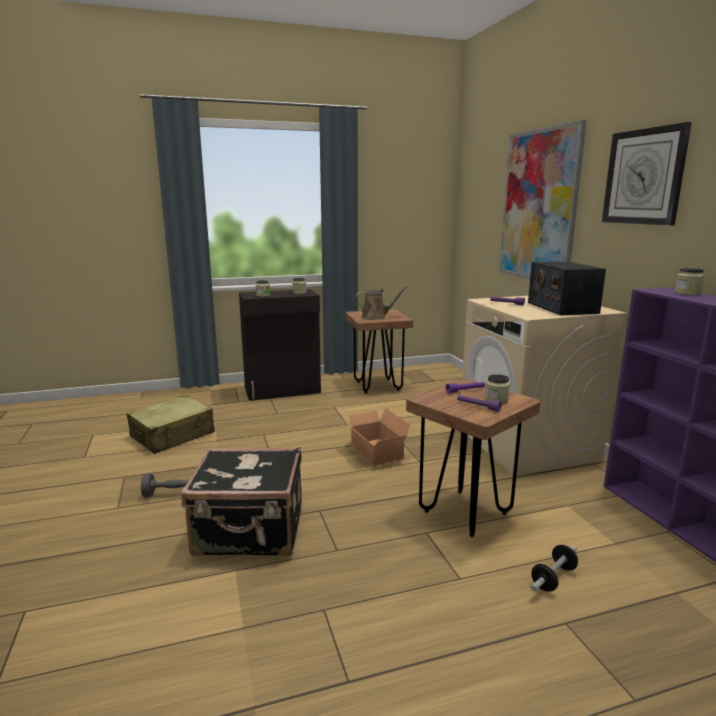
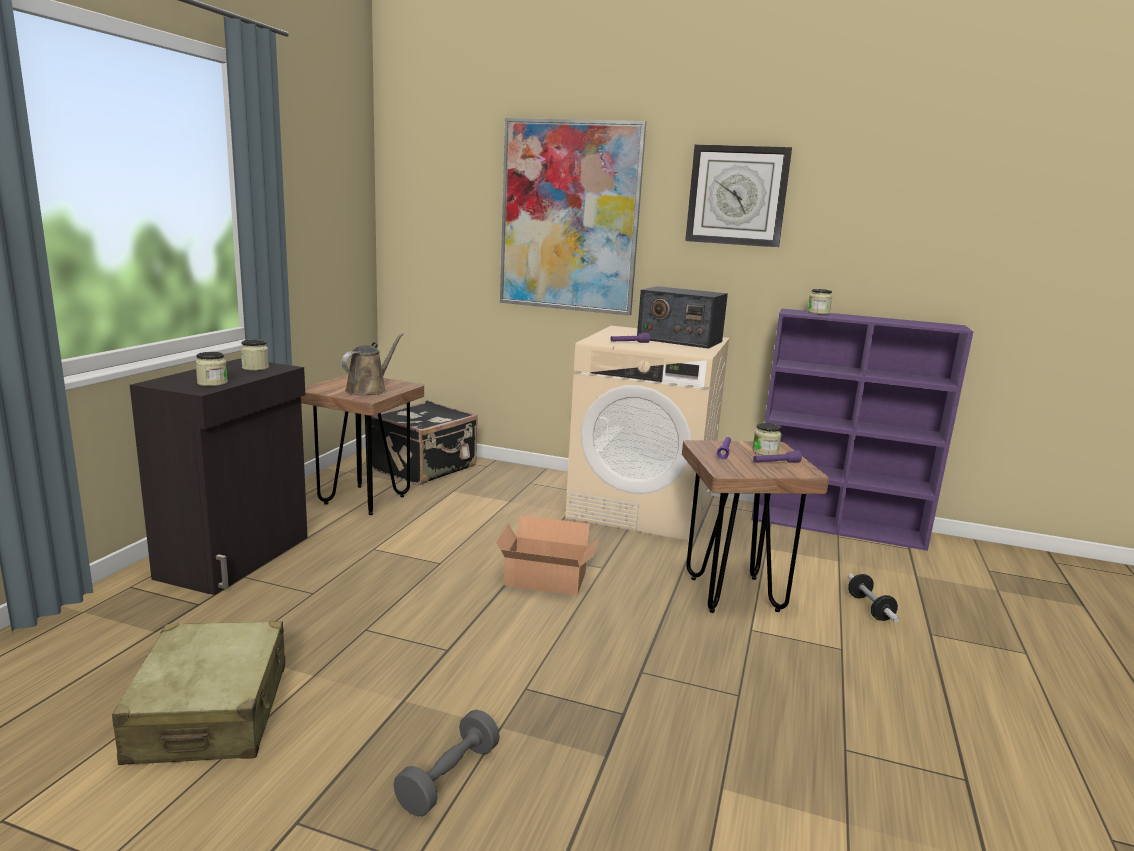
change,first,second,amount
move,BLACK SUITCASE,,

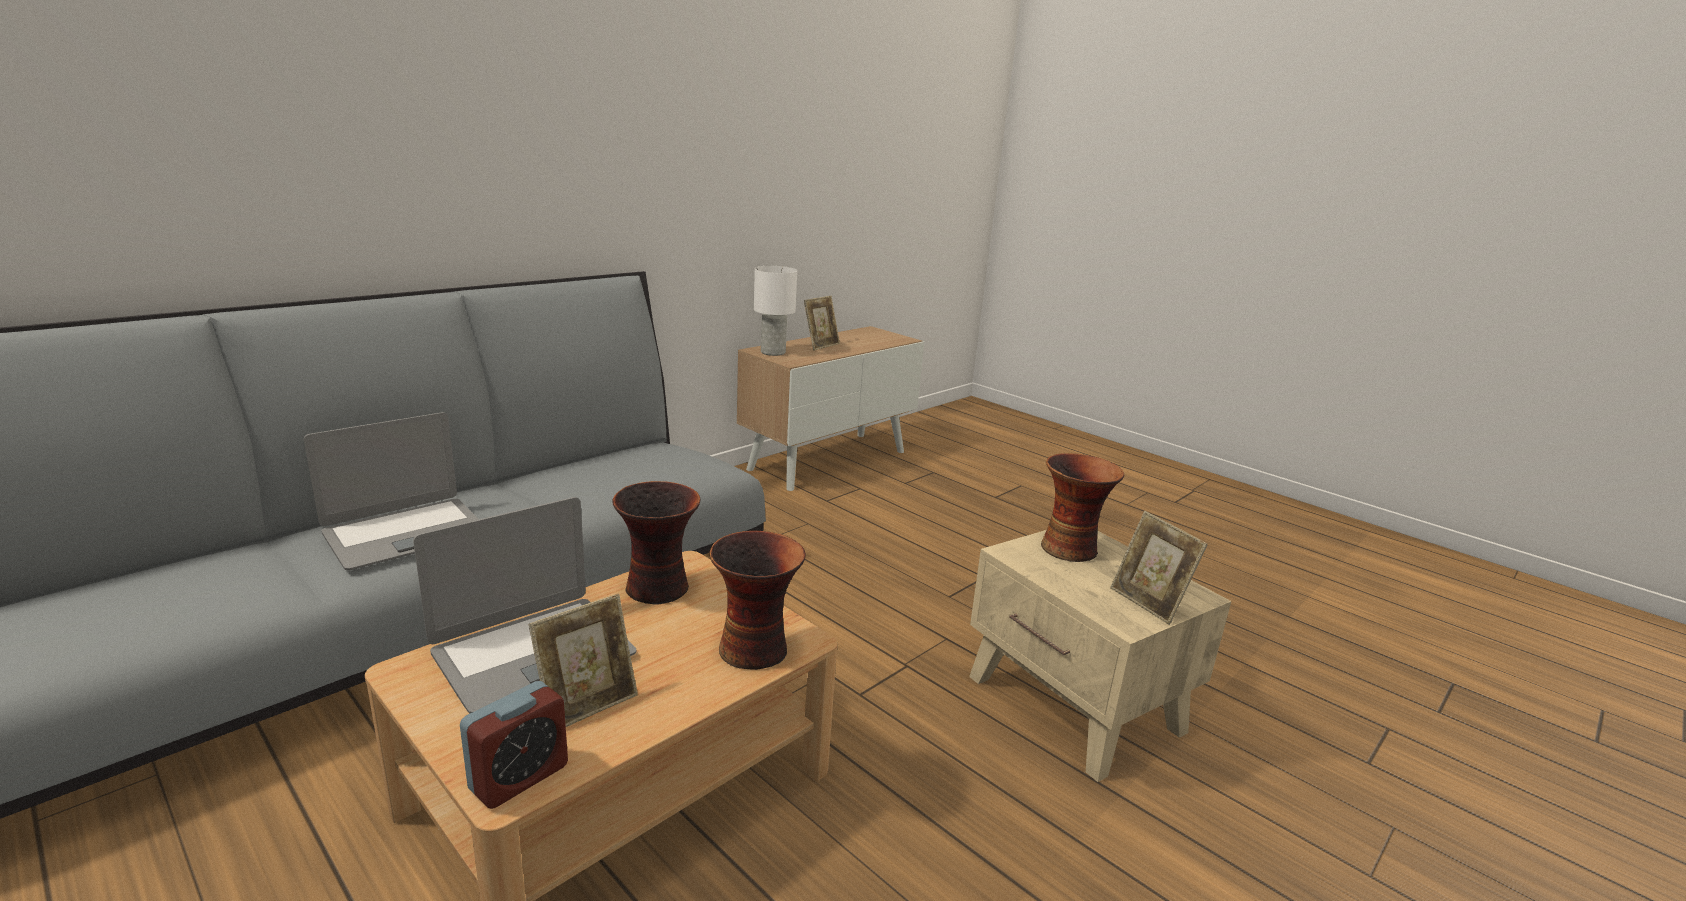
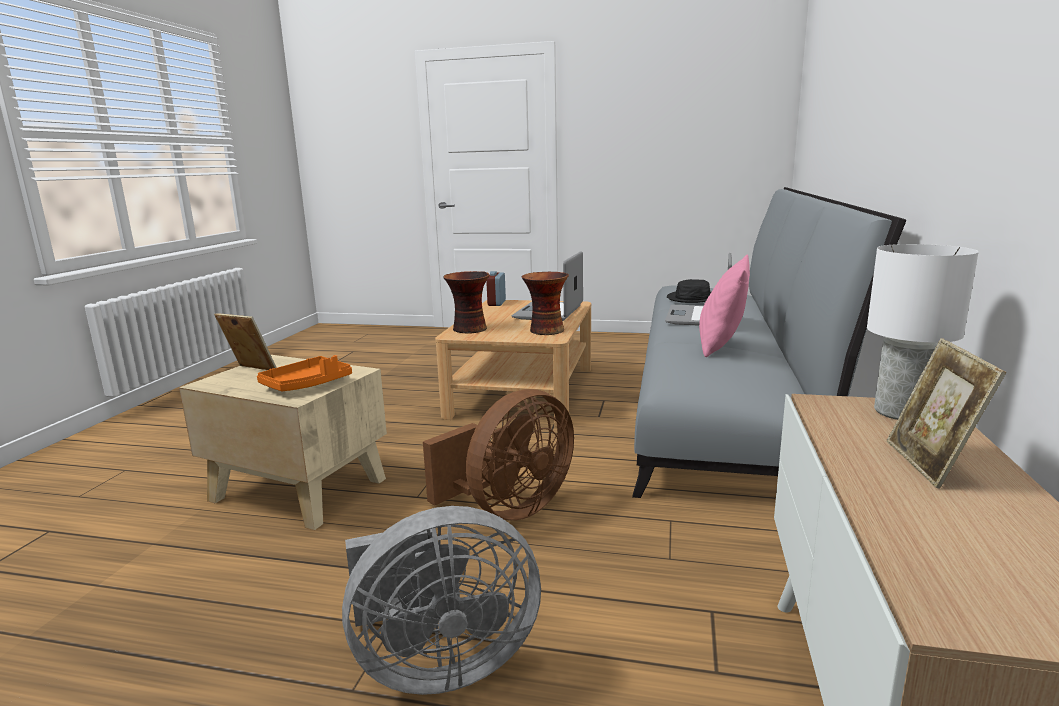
change,first,second,amount
delete,PICTURE FRAME (1st from left),,
insert,,GREY FAN,
insert,,BROWN FAN,
insert,,BLACK HAT,
insert,,PINK PILLOW,
replace,VASE (3rd from left),ORANGE TRAY,

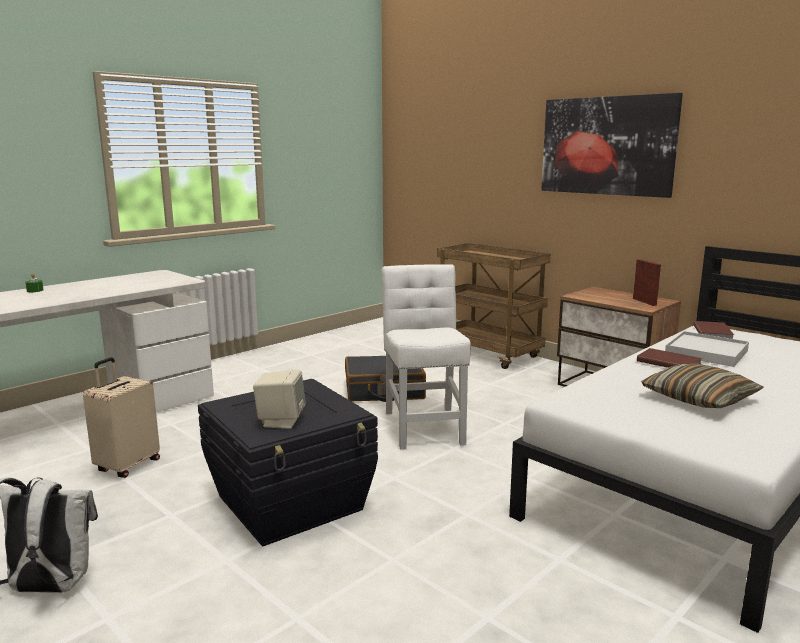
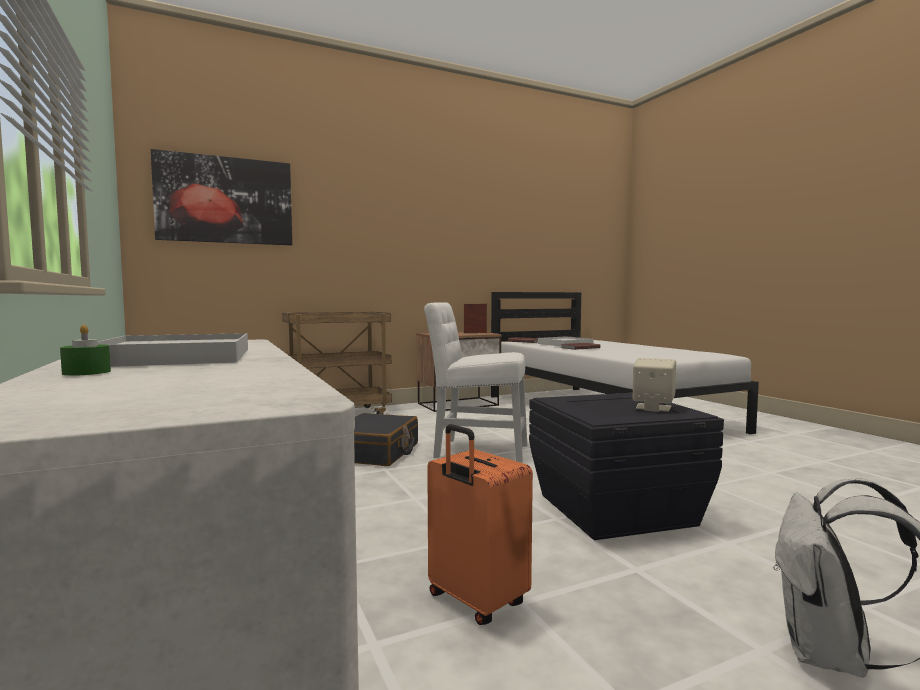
change,first,second,amount
delete,PILLOW,,
insert,,WHITE TRAY (1st from left),
move,PICTURE,,
recolor,BEIGE SUITCASE,ORANGE SUITCASE,

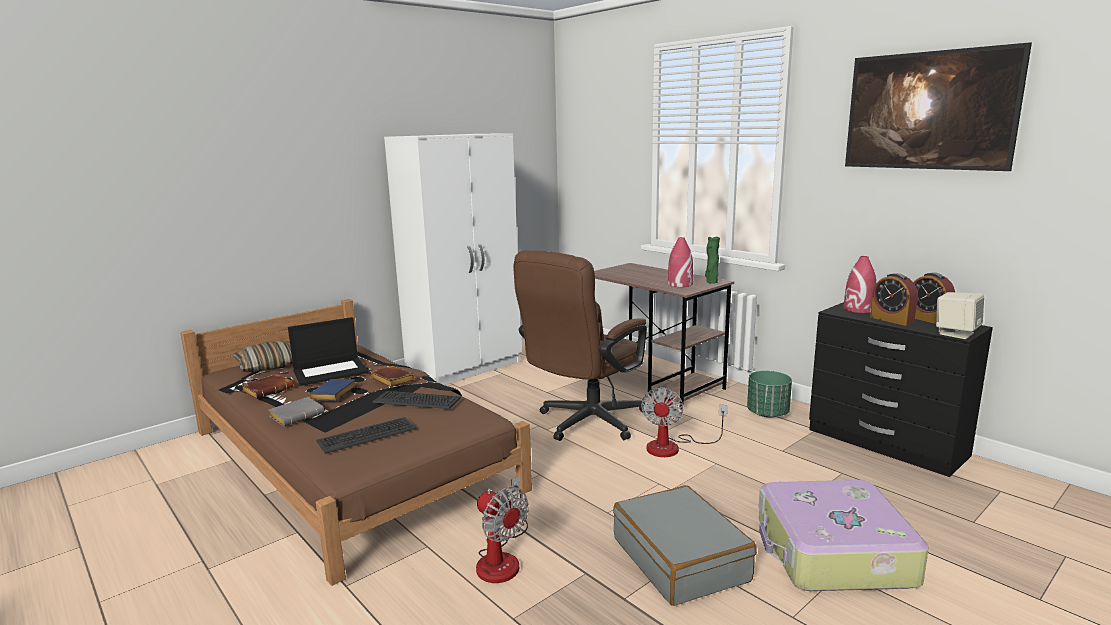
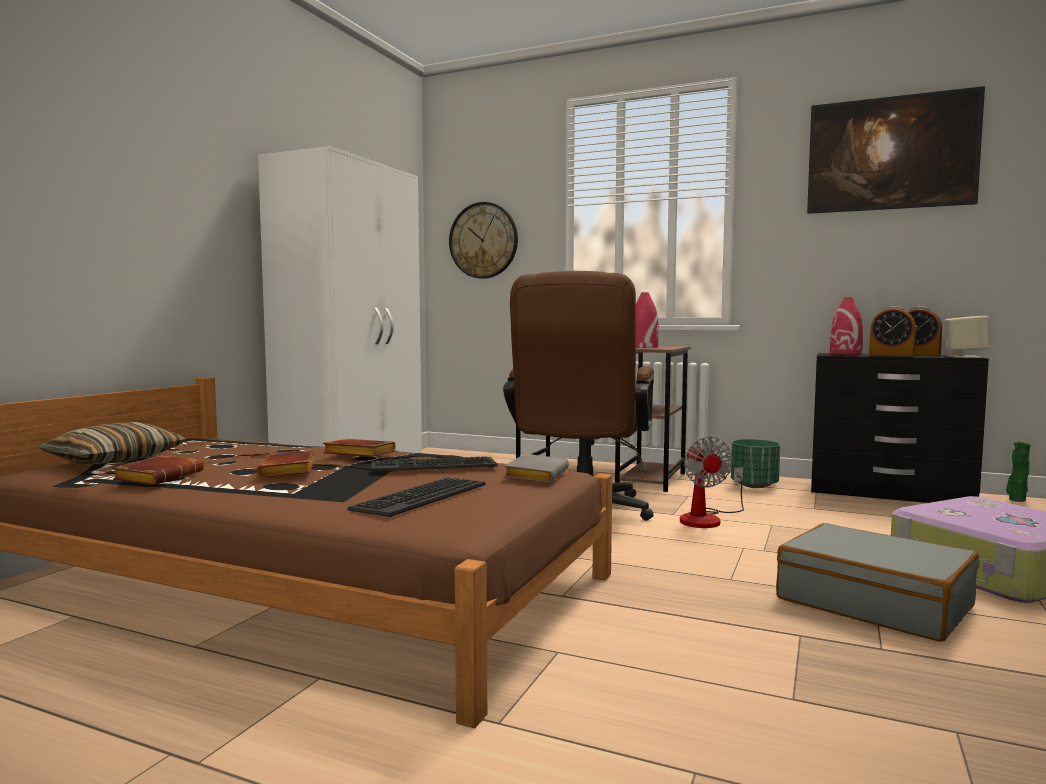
change,first,second,amount
delete,LAPTOP,,
delete,FAN (1st from left),,
insert,,WALL CLOCK,
move,GREY BOOK,,
move,GREEN VASE,,
recolor,BLUE BOOK,BROWN BOOK (2nd from left),

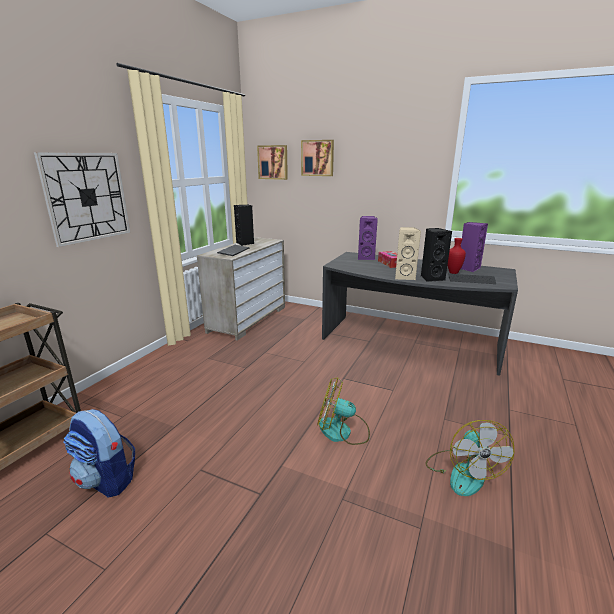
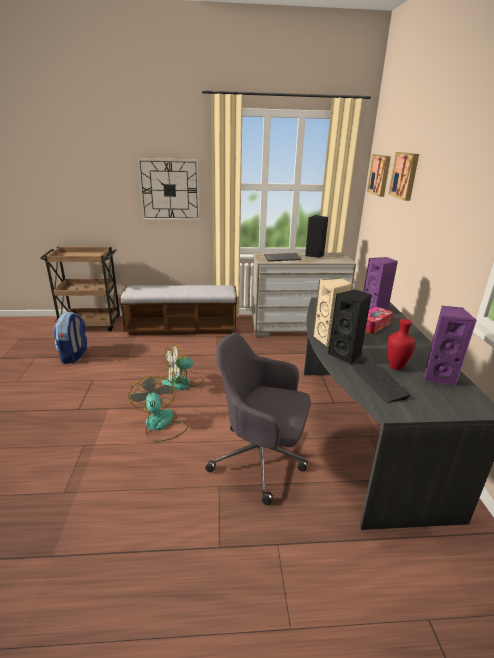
change,first,second,amount
insert,,BENCH,
insert,,GREY OFFICE CHAIR,
move,FAN (2nd from left),,

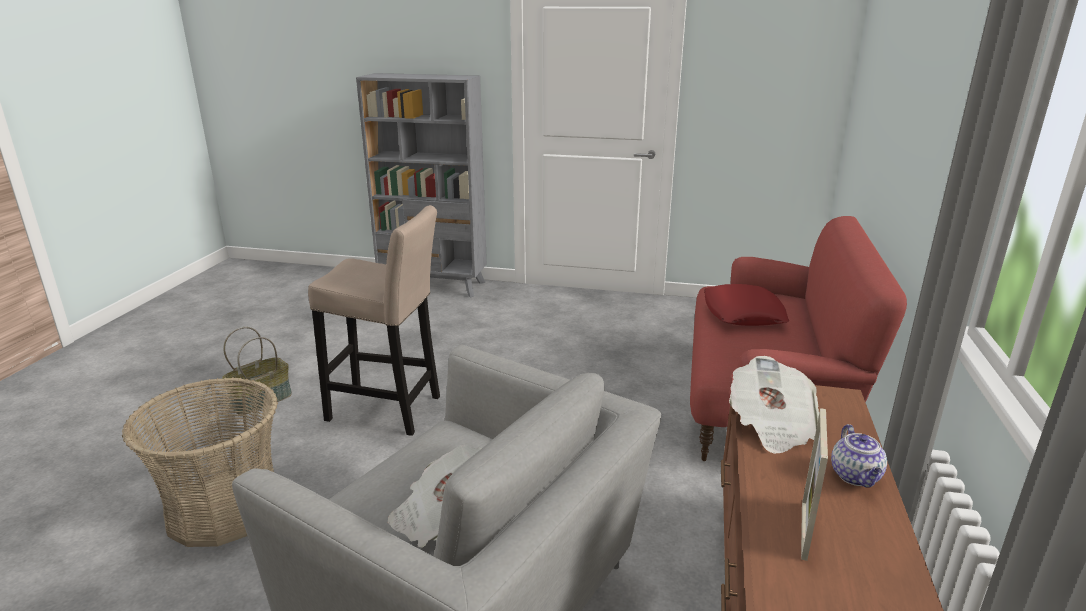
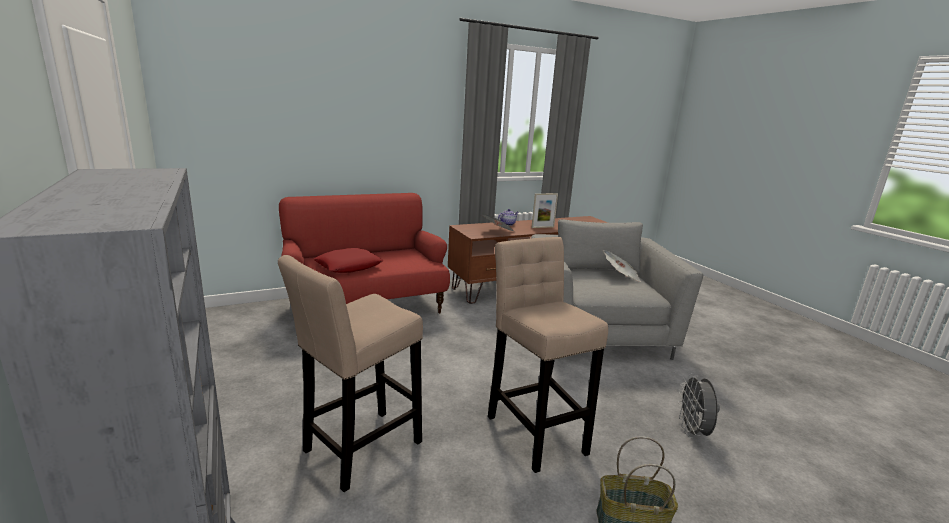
change,first,second,amount
insert,,BEIGE STOOL (1st from left),
replace,BASKET (1st from left),GREY FAN,

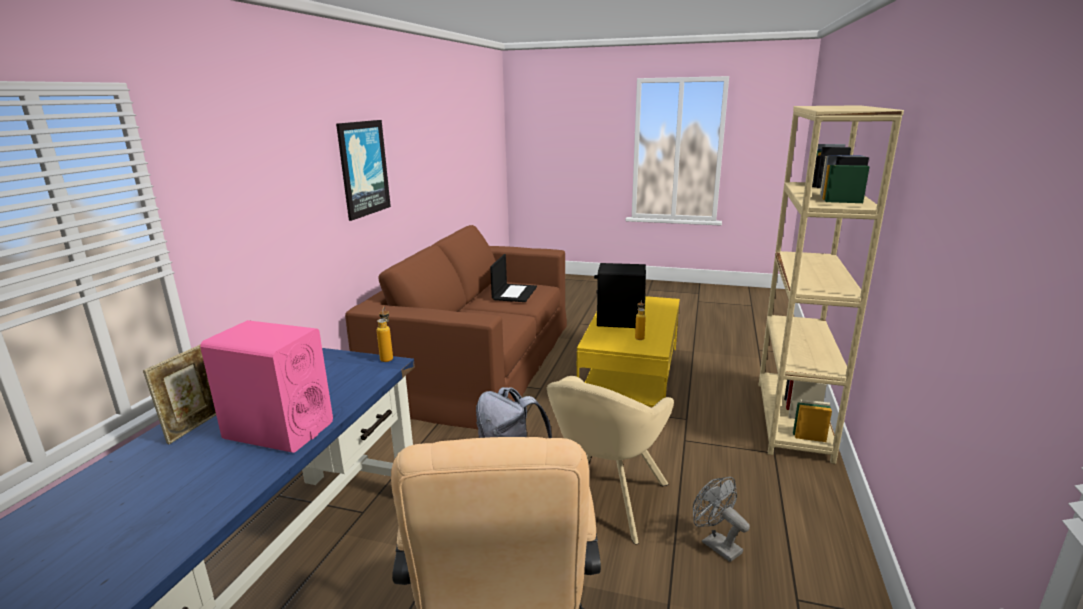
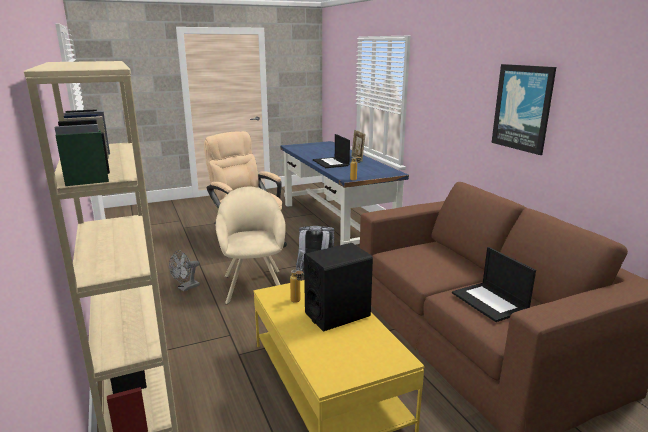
change,first,second,amount
replace,PINK SPEAKER,LAPTOP (1st from left),
rotate,GREY FAN,,120 degrees clockwise

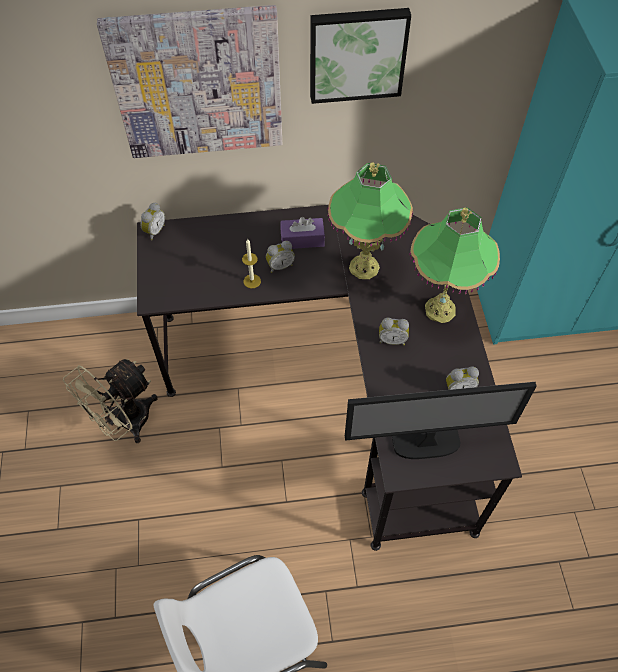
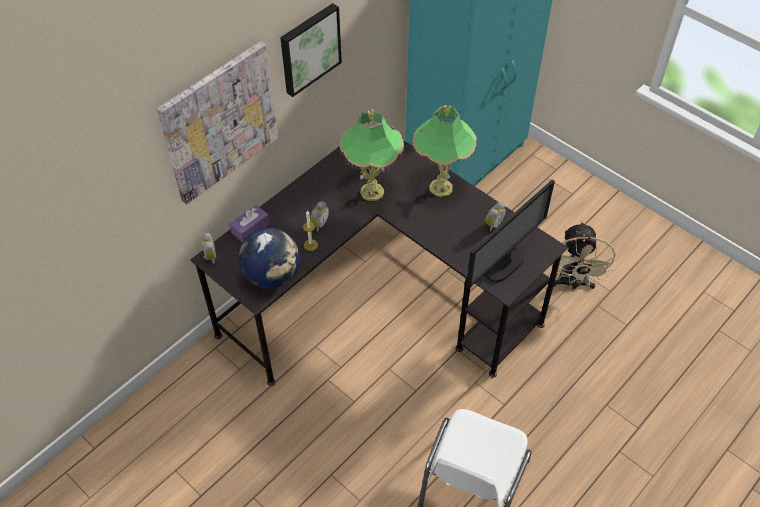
change,first,second,amount
delete,ALARM CLOCK (3rd from left),,
insert,,GLOBE,
move,BEIGE FAN,,
move,PURPLE TISSUE BOX,,

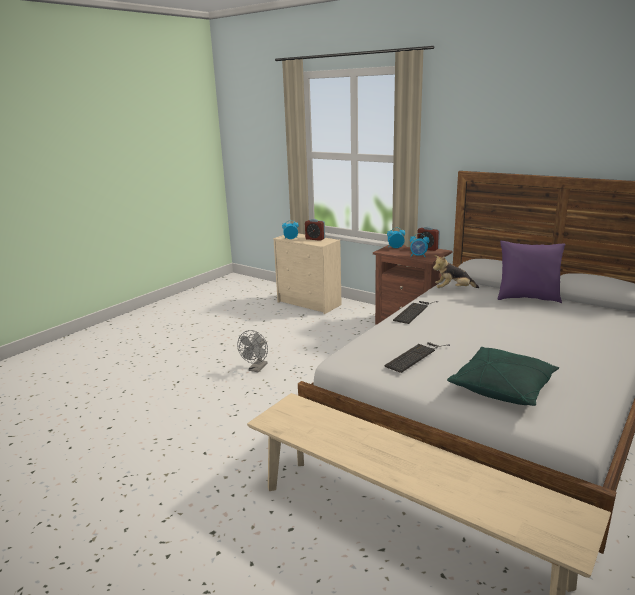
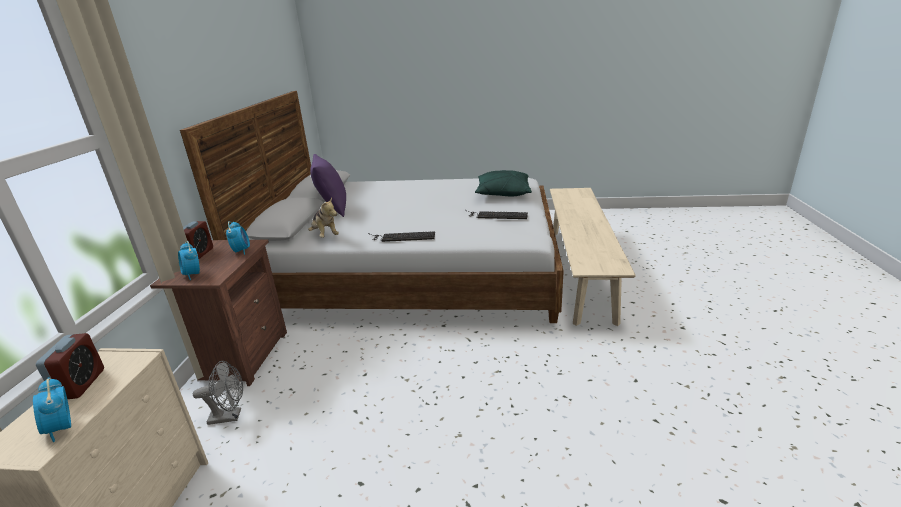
change,first,second,amount
move,GREY FAN,,

